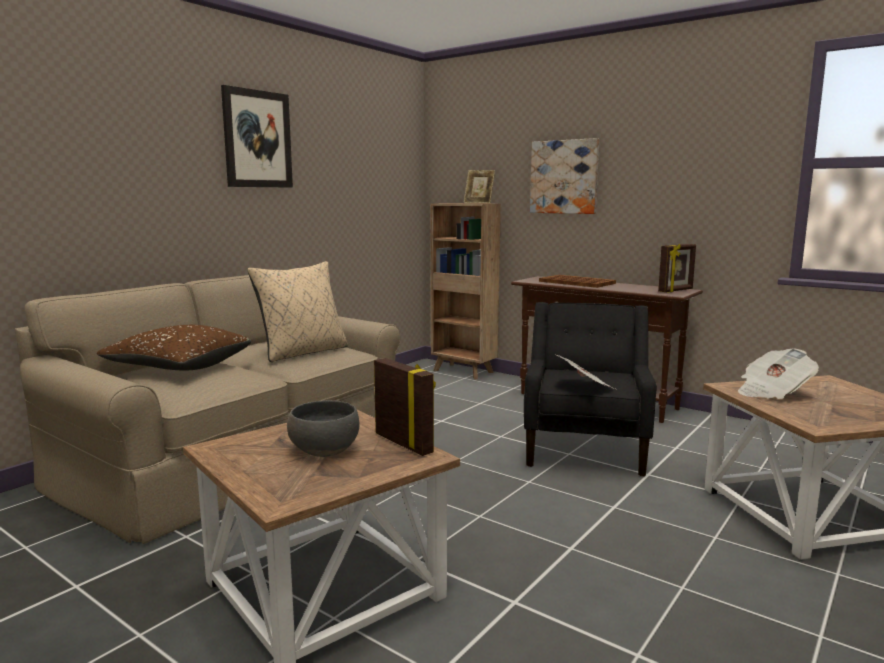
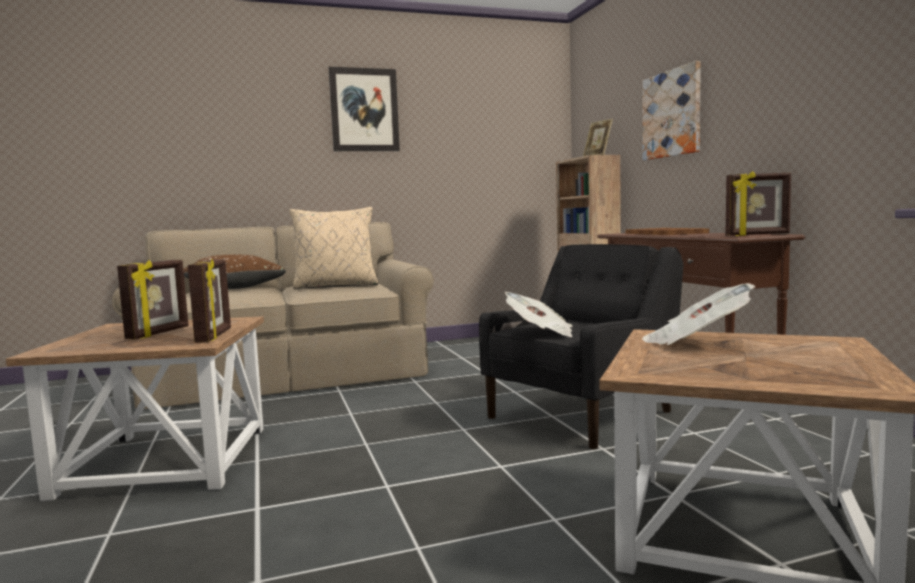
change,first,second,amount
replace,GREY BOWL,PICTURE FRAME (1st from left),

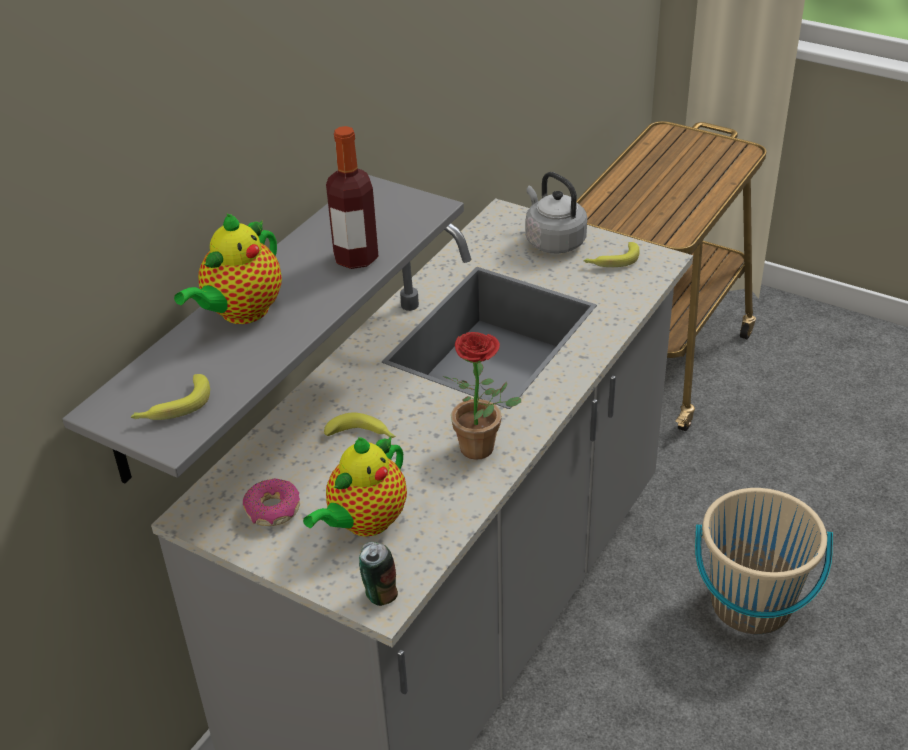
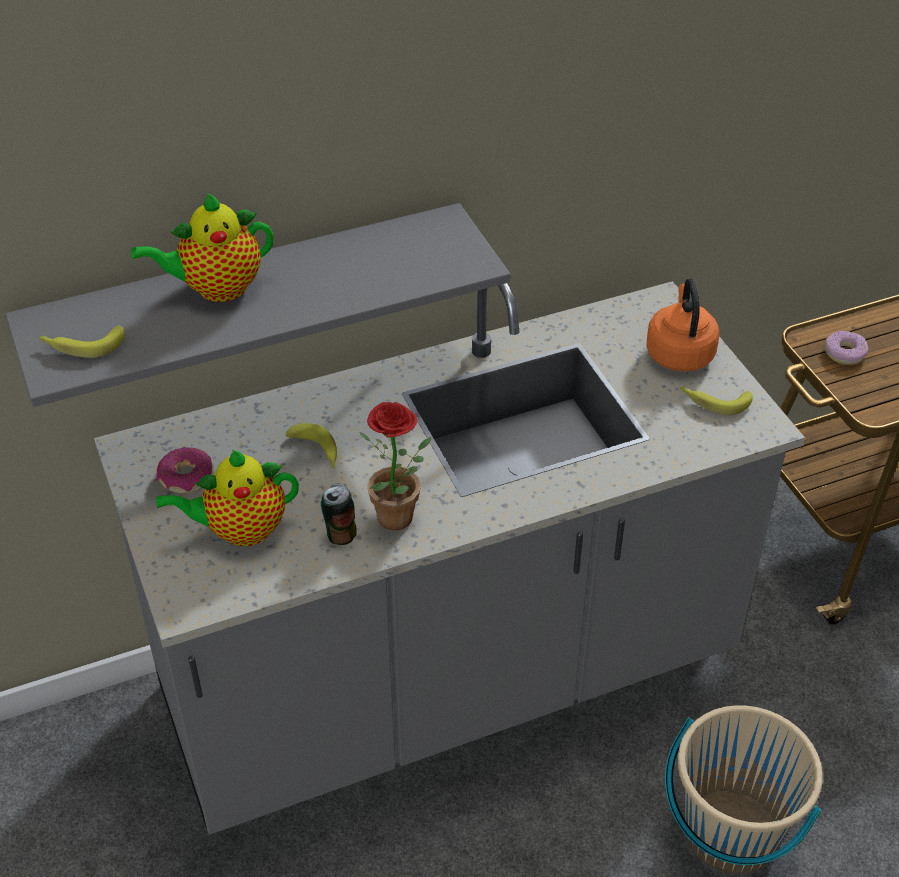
change,first,second,amount
delete,BOTTLE,,
insert,,DONUT (2nd from left),
move,CAN,,
recolor,GREY KETTLE,ORANGE KETTLE,

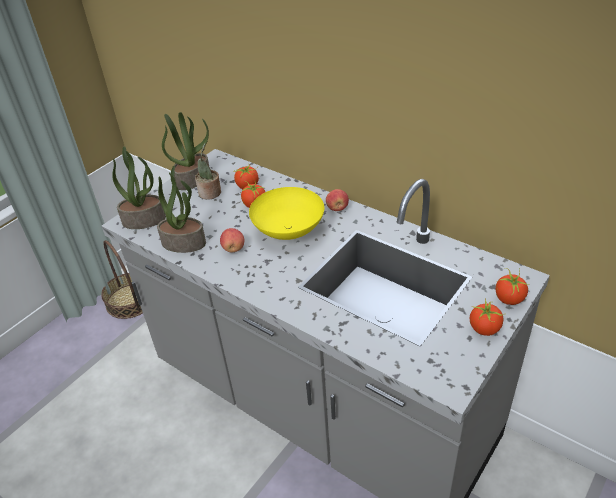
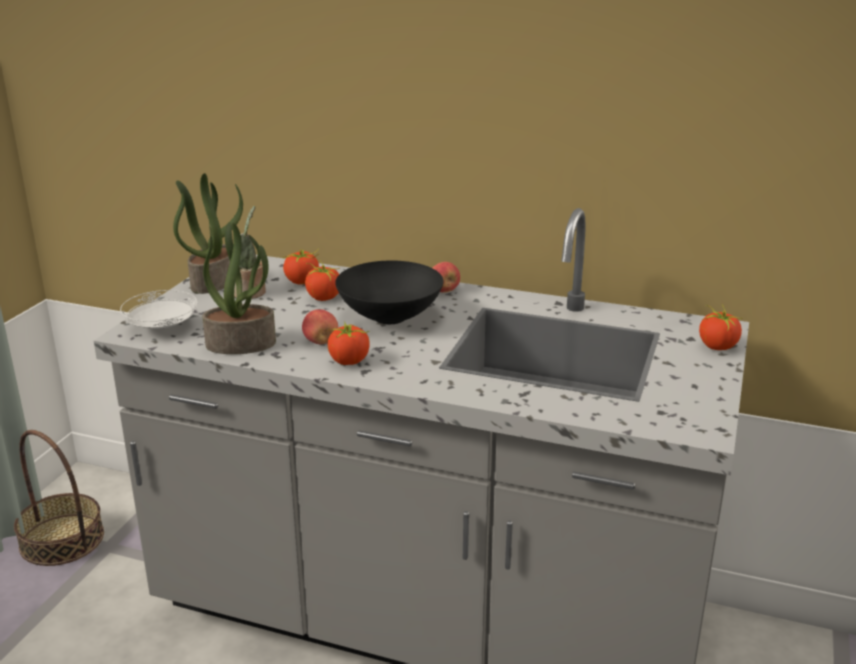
change,first,second,amount
move,TOMATO (3rd from left),,
replace,POTTED PLANT (1st from left),WHITE PLATE,
recolor,YELLOW BOWL,BLACK BOWL,

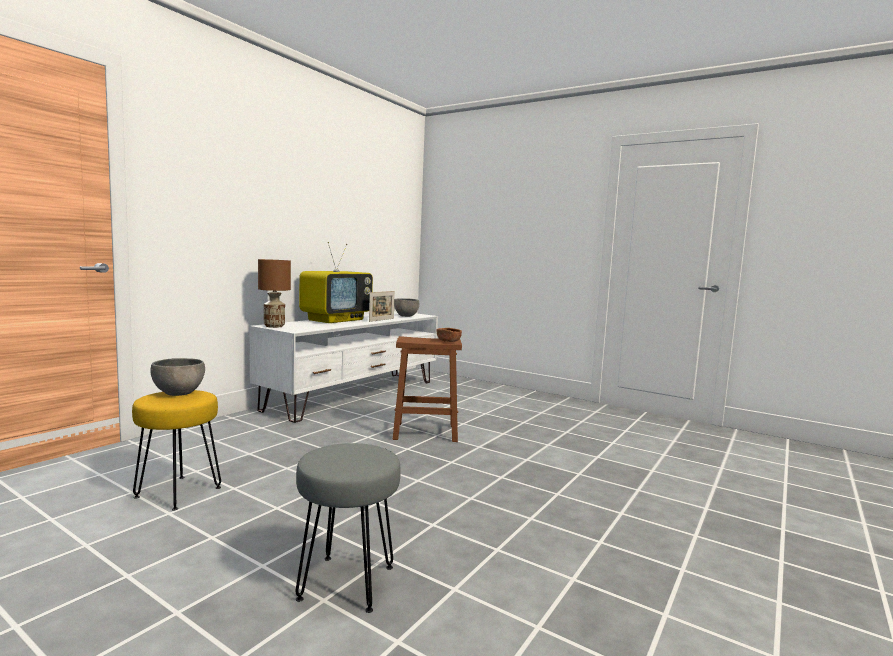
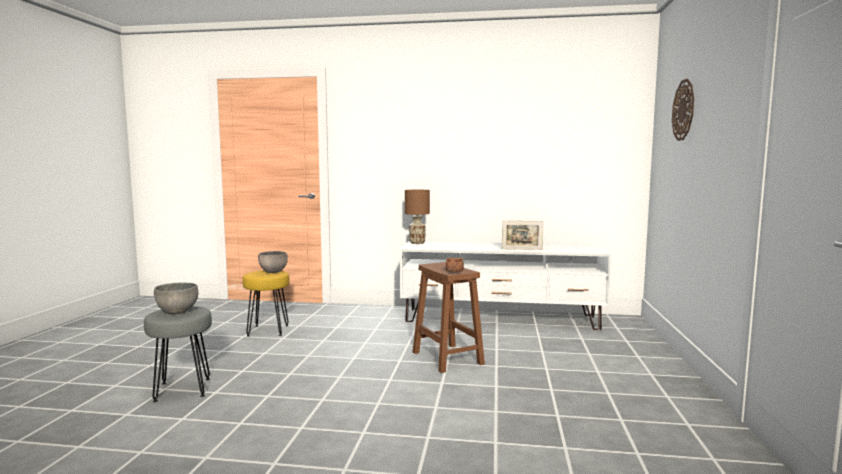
change,first,second,amount
delete,TELEVISION,,
insert,,WALL CLOCK,
move,GREY BOWL (2nd from left in the first image),GREY BOWL (1st from left),

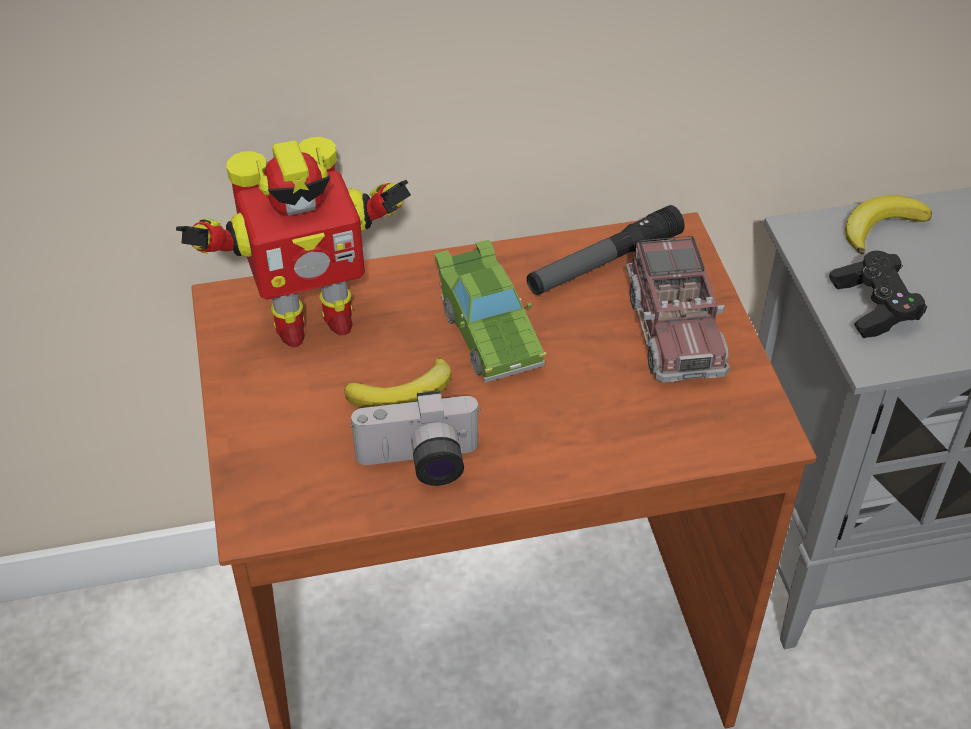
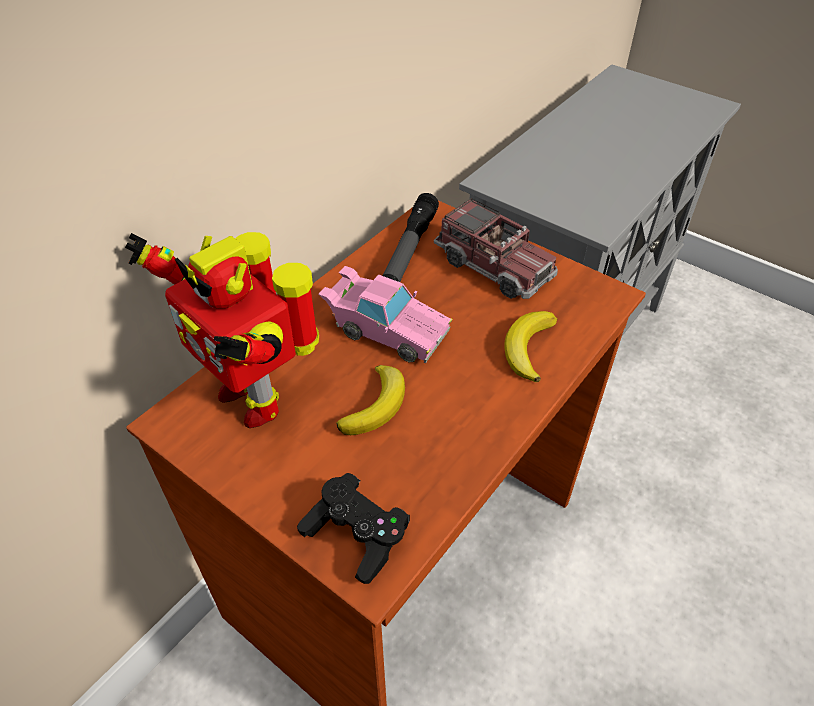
change,first,second,amount
delete,PHOTO CAMERA,,
move,BLACK GAME CONTROLLER,,
move,BANANA (2nd from left),,
recolor,GREEN TOY CAR,PINK TOY CAR,
rotate,TOY ROBOT,,105 degrees clockwise

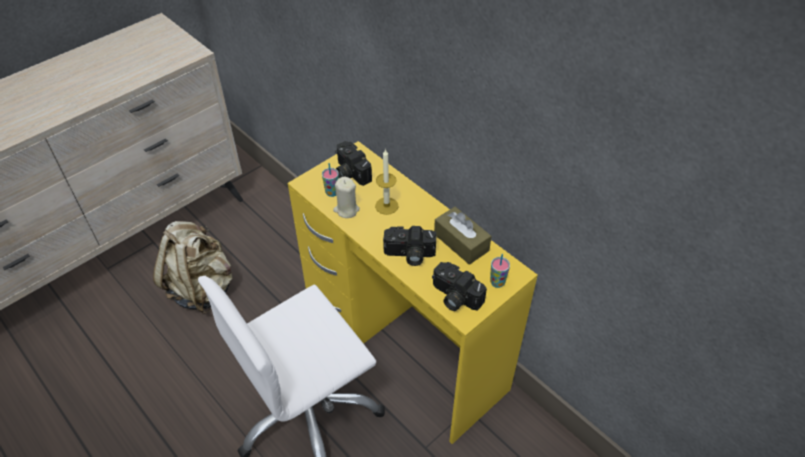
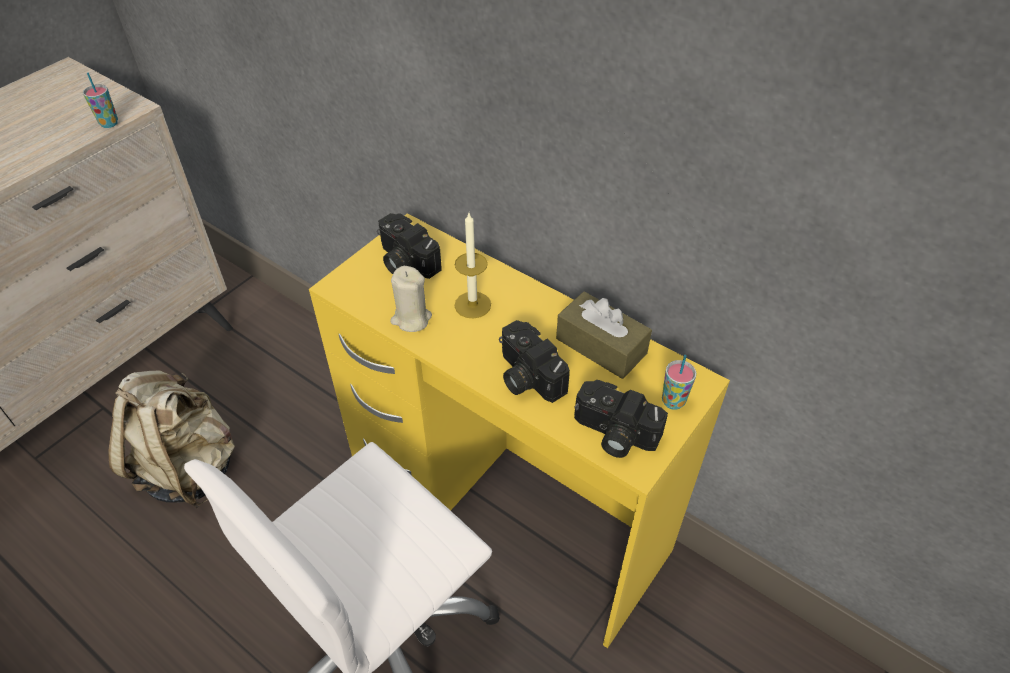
change,first,second,amount
move,CUP (1st from left),,
rotate,PHOTO CAMERA (2nd from left),,60 degrees clockwise

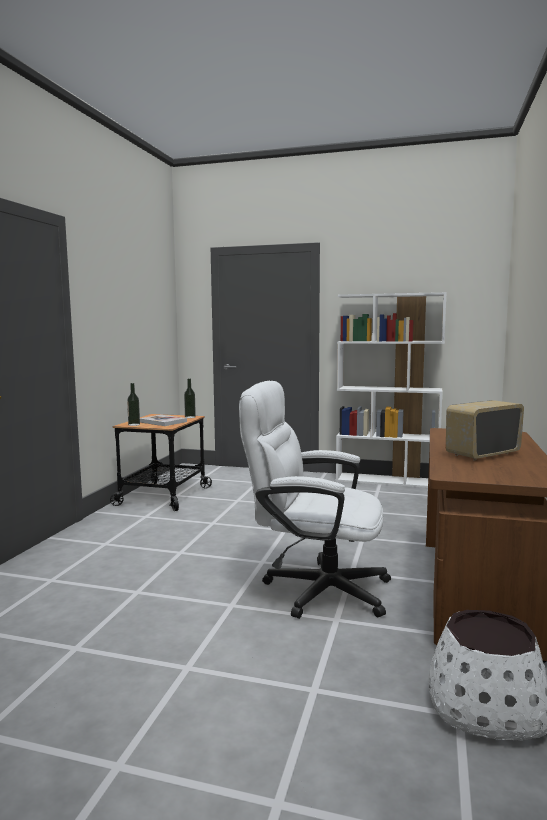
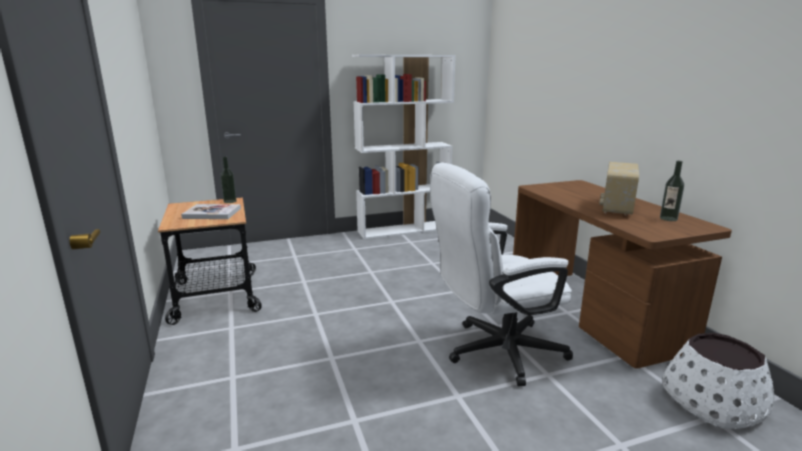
change,first,second,amount
move,BOTTLE (1st from left in the first image),BOTTLE (2nd from left),

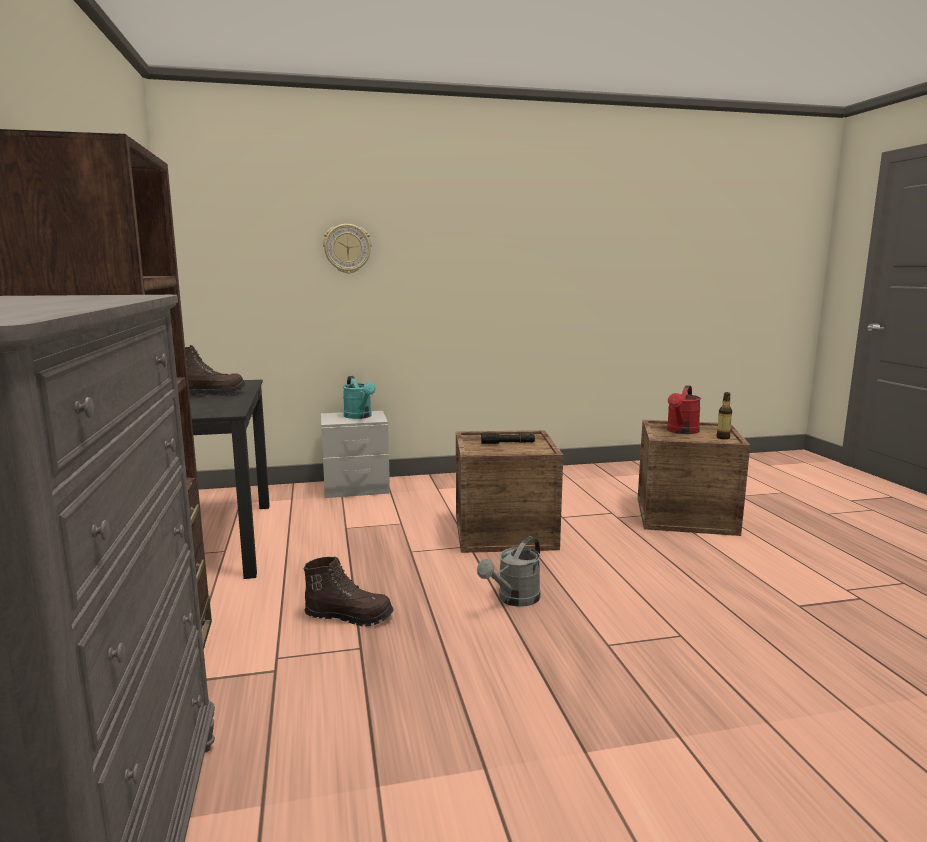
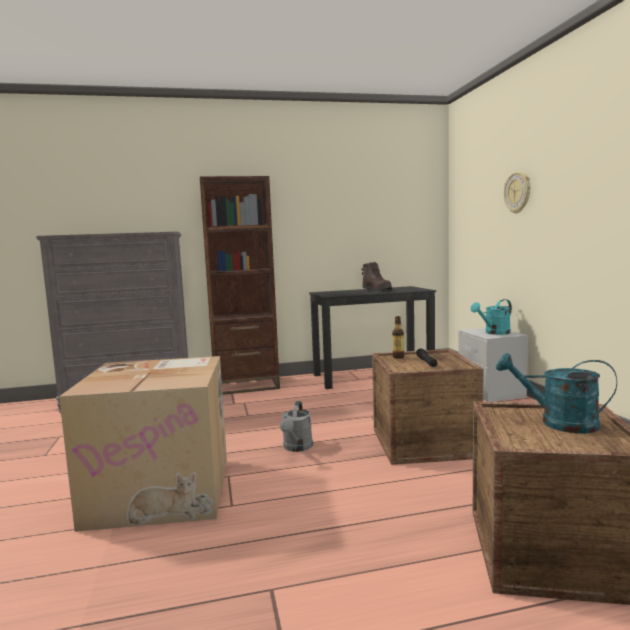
change,first,second,amount
delete,BROWN BOOT (2nd from left),,
insert,,CARDBOARD BOX,
move,BOTTLE,,
recolor,RED WATERING CAN,TURQUOISE WATERING CAN (2nd from left),
rotate,GREY WATERING CAN,,120 degrees counterclockwise

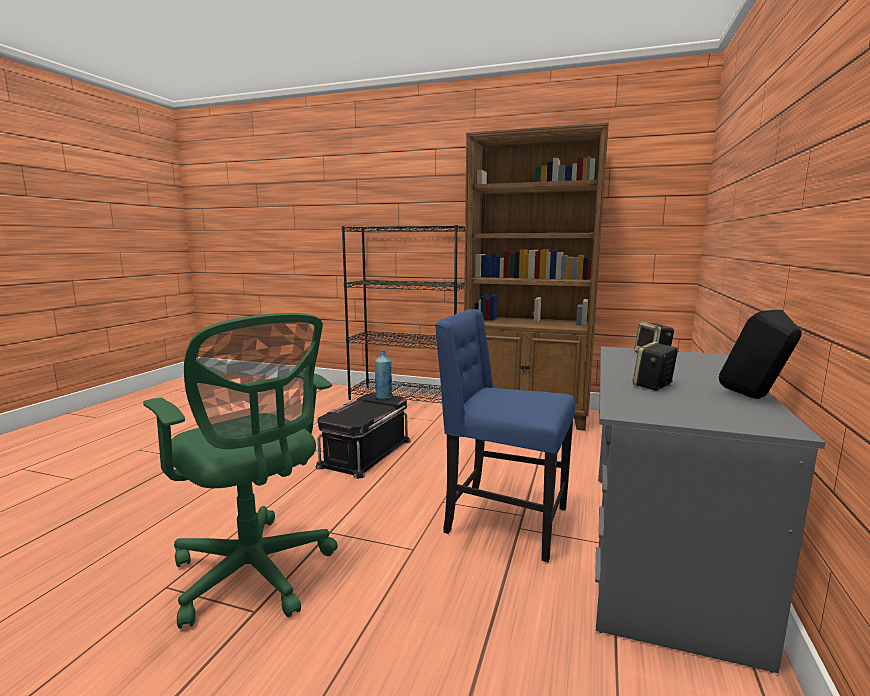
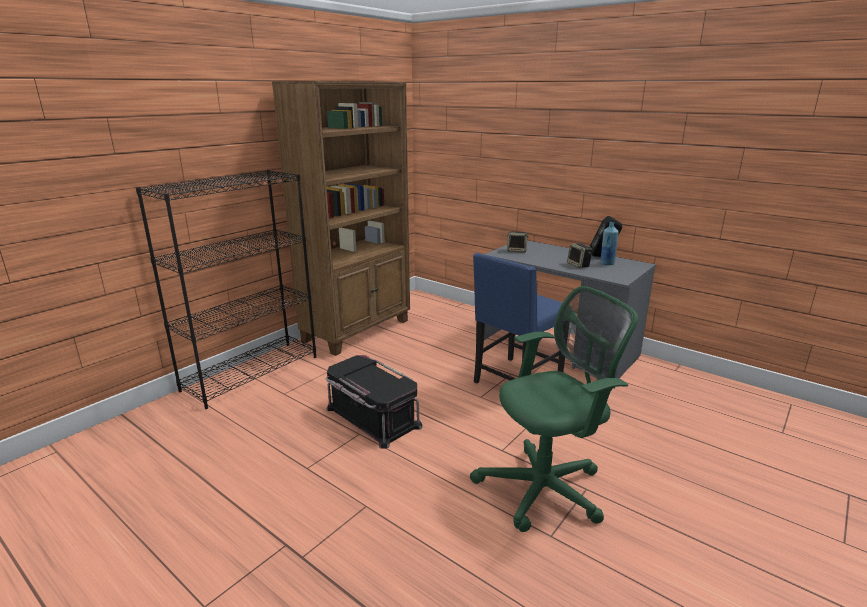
change,first,second,amount
move,BLUE BOTTLE,,

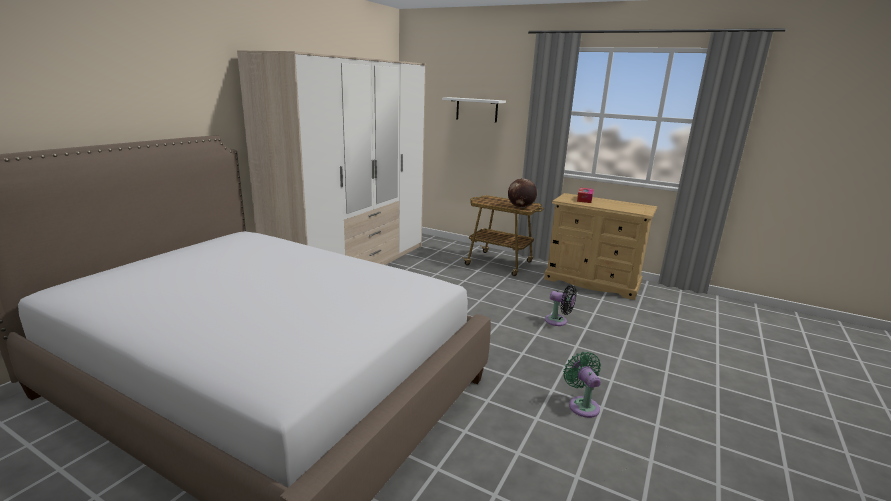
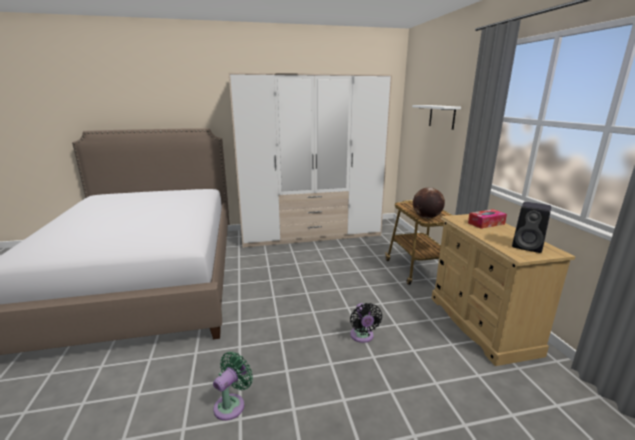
change,first,second,amount
insert,,BLACK SPEAKER,

